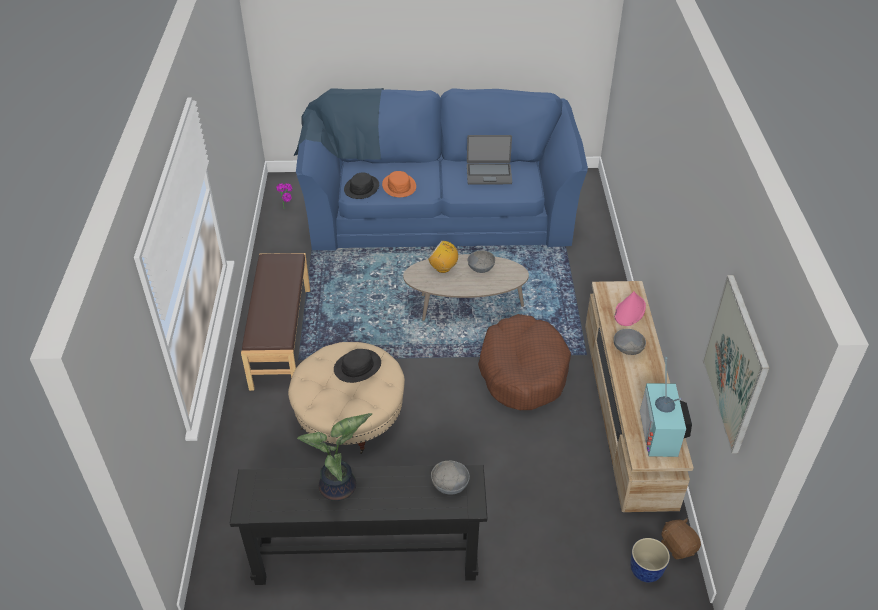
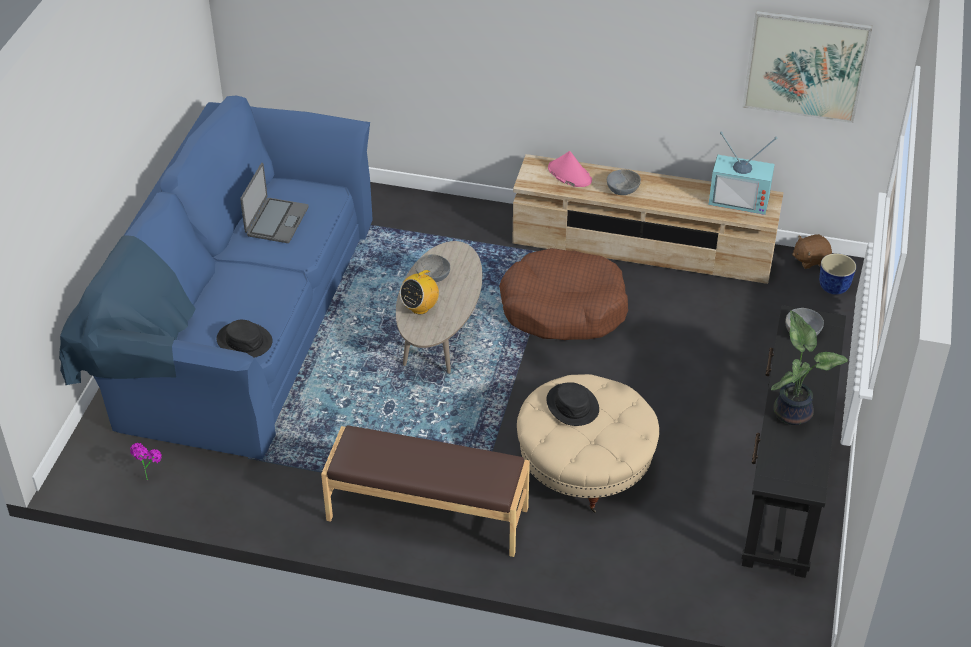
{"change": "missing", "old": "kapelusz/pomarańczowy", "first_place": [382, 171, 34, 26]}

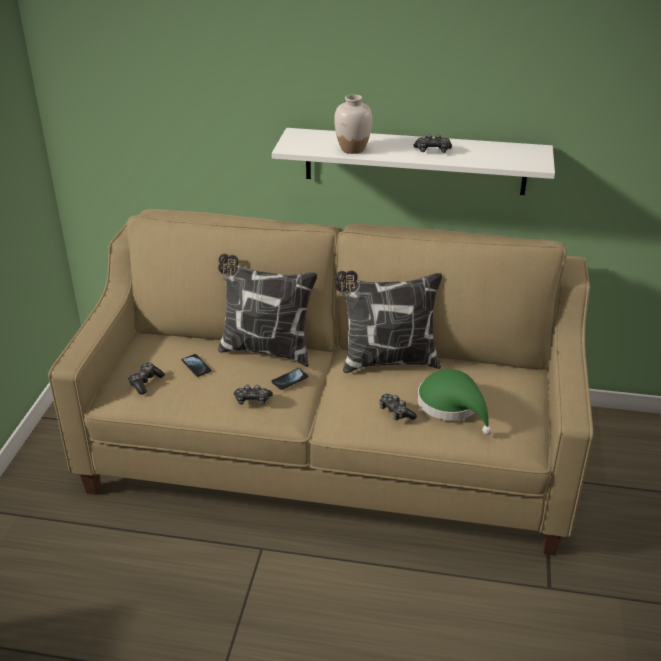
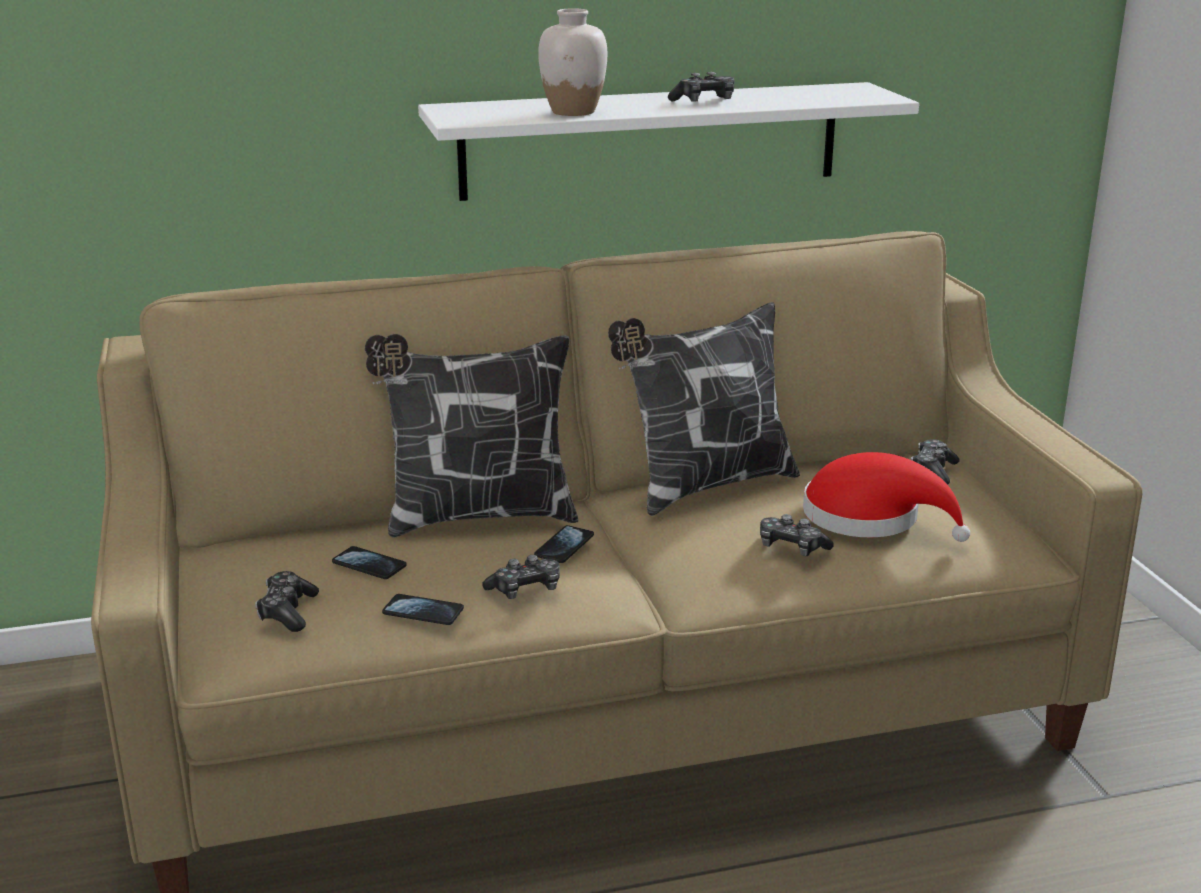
{"change": "colour", "old": "kapelusz/zielony", "new": "kapelusz/czerwony", "first_place": [417, 369, 75, 66], "second_place": [803, 452, 167, 90]}
{"change": "appeared", "new": "telefon", "second_place": [382, 594, 82, 31]}
{"change": "appeared", "new": "pad do gier", "second_place": [911, 439, 49, 46]}

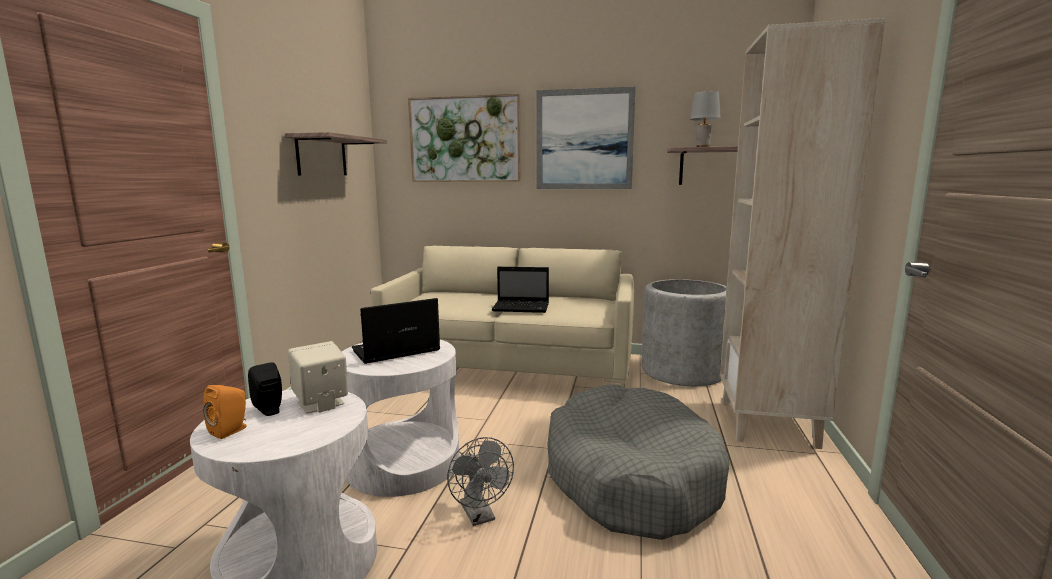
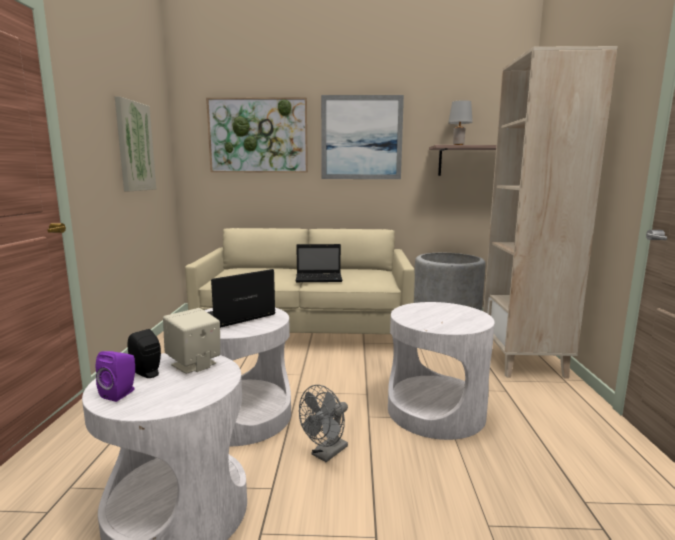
{"change": "colour", "old": "głośnik/pomarańczowy", "new": "głośnik/fioletowy", "first_place": [203, 385, 43, 54], "second_place": [96, 351, 39, 51]}
{"change": "exchanged", "old": "półka", "new": "obraz", "first_place": [285, 132, 102, 44], "second_place": [115, 96, 41, 96]}
{"change": "spun", "old": "wentylator/szary", "first_place": [447, 437, 67, 89], "second_place": [299, 385, 49, 77], "degrees": 75}
{"change": "exchanged", "old": "legowisko/szary", "new": "stolik/biały", "first_place": [547, 384, 183, 156], "second_place": [388, 302, 107, 138]}

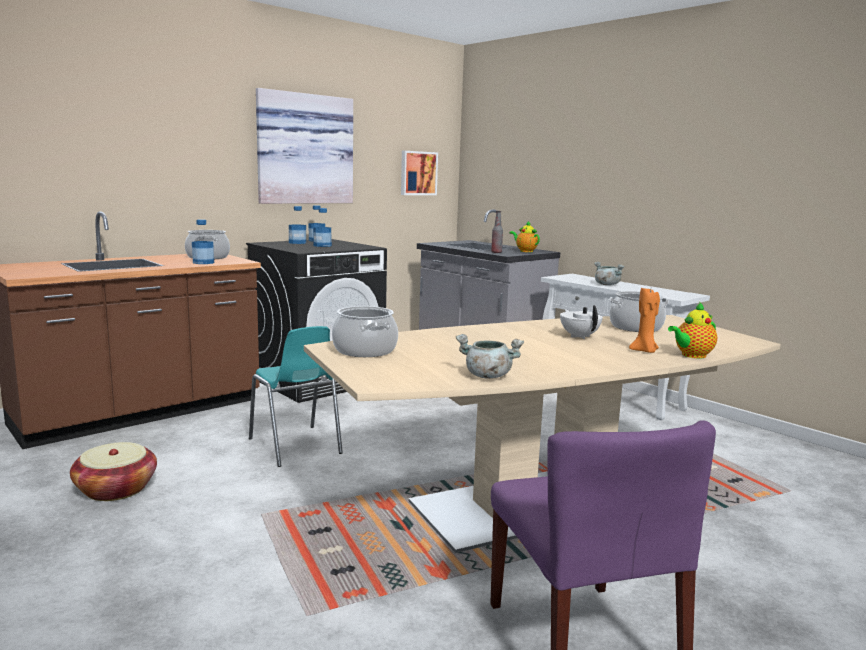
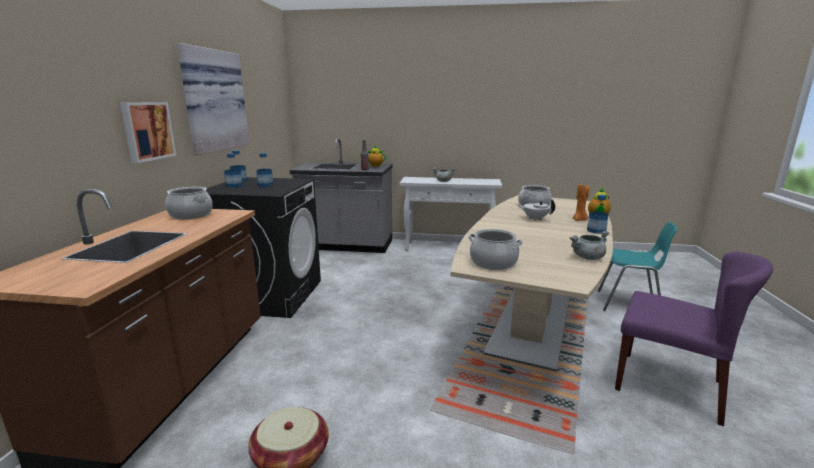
{"change": "relocated", "old": "butelka", "first_place": [192, 219, 22, 45], "second_place": [587, 194, 21, 40]}
{"change": "relocated", "old": "krzesło/turkusowy", "first_place": [249, 326, 94, 141], "second_place": [598, 222, 80, 89]}
{"change": "relocated", "old": "obraz", "first_place": [401, 151, 37, 44], "second_place": [120, 102, 56, 61]}

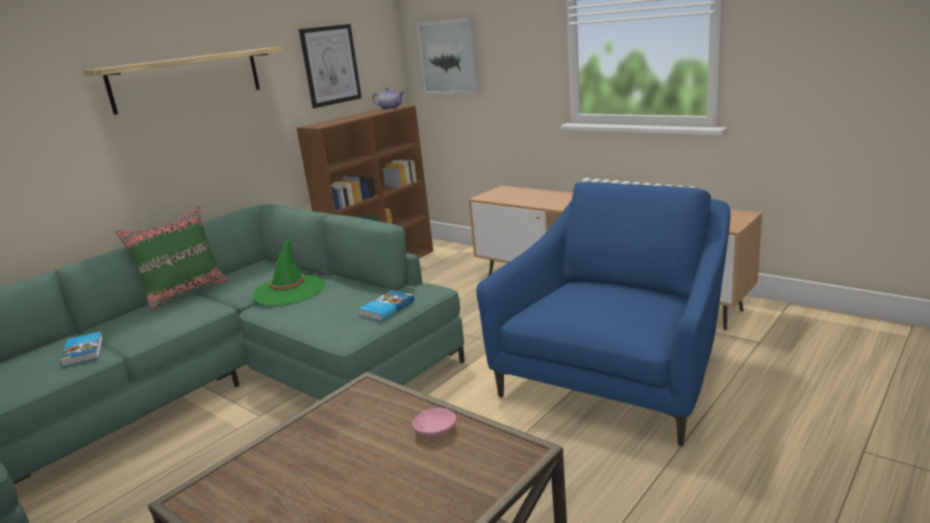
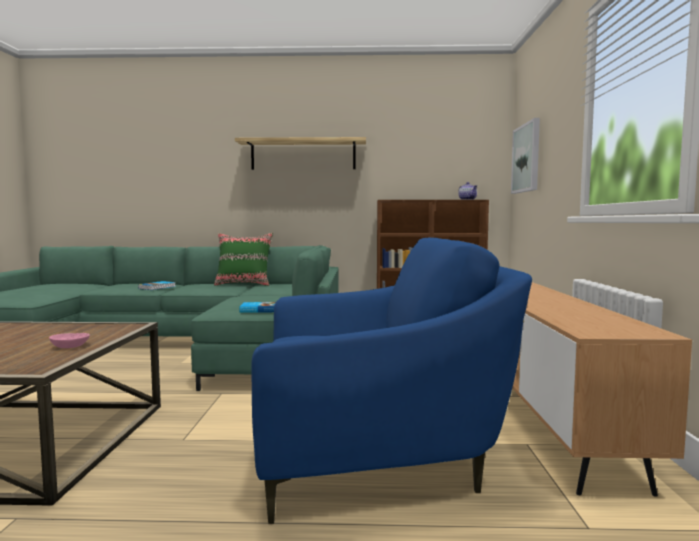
{"change": "missing", "old": "kapelusz/zielony", "first_place": [253, 239, 72, 67]}
{"change": "missing", "old": "obraz", "first_place": [299, 24, 63, 84]}

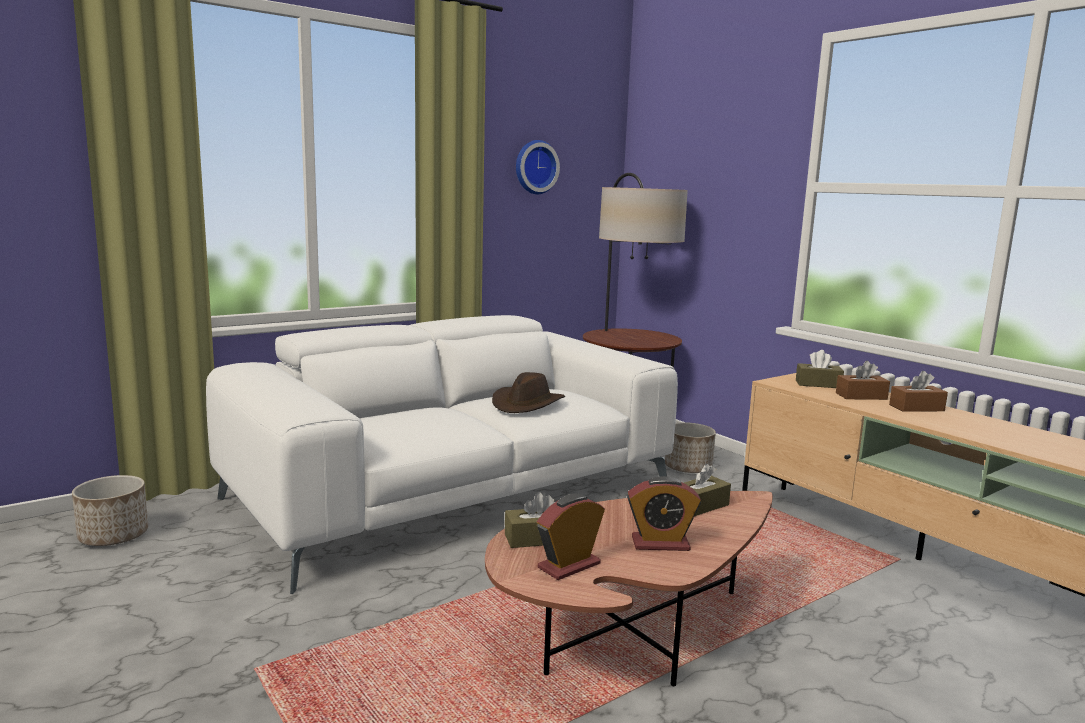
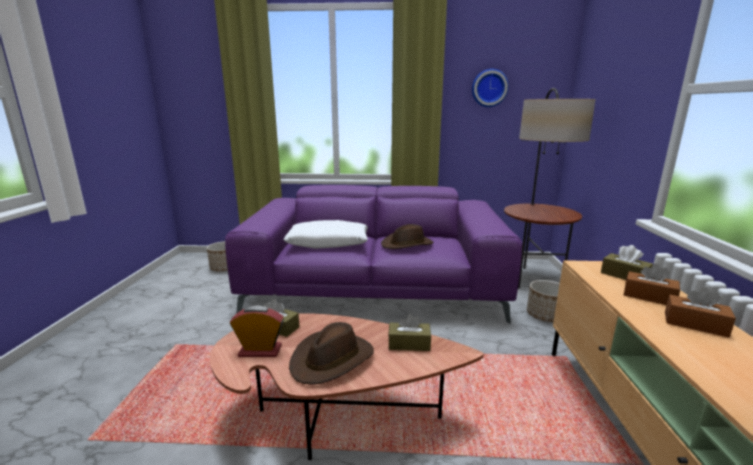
{"change": "colour", "old": "kanapa/biały", "new": "kanapa/fioletowy", "first_place": [206, 315, 472, 279], "second_place": [225, 185, 297, 138]}
{"change": "exchanged", "old": "budzik", "new": "kapelusz/brązowy", "first_place": [627, 476, 74, 75], "second_place": [289, 322, 85, 63]}
{"change": "appeared", "new": "poduszka/biały", "second_place": [283, 220, 85, 29]}

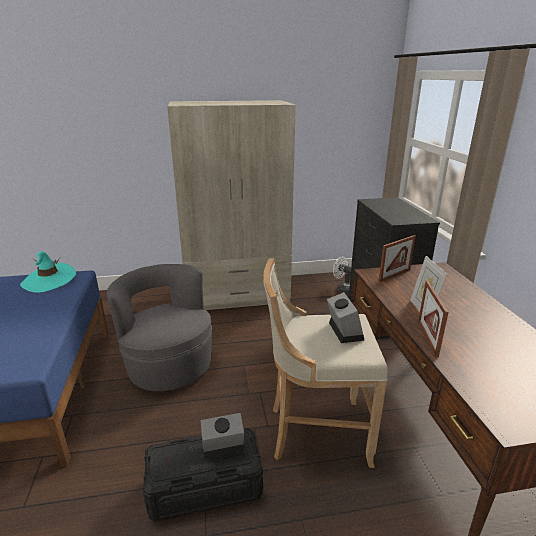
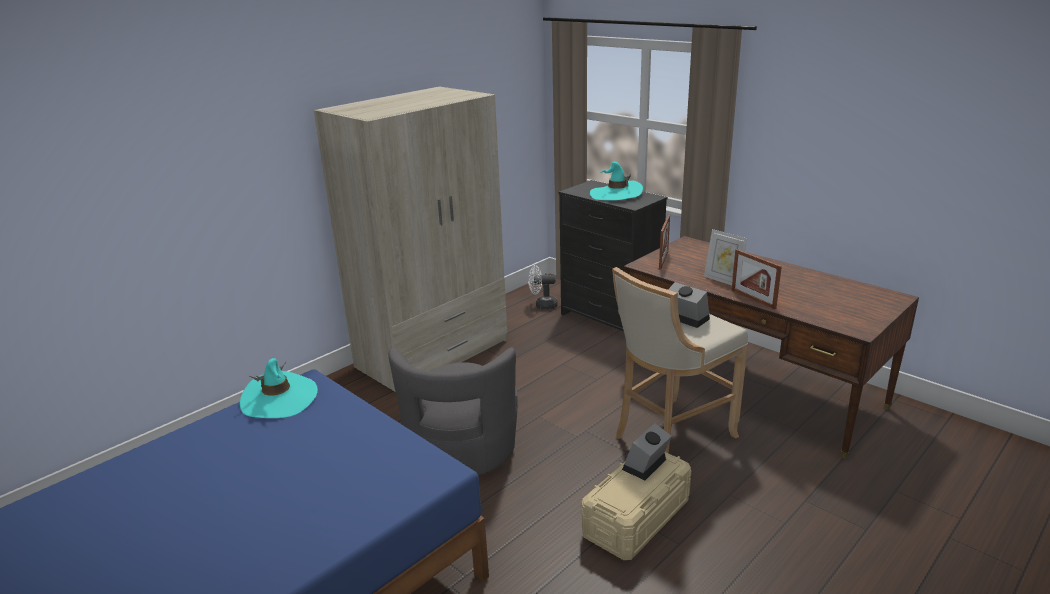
{"change": "spun", "old": "fotel/szary", "first_place": [106, 264, 106, 127], "second_place": [389, 347, 129, 129], "degrees": -105}
{"change": "colour", "old": "pojemnik do przechowywania/czarny", "new": "pojemnik do przechowywania/beżowy", "first_place": [143, 428, 120, 94], "second_place": [582, 452, 109, 108]}
{"change": "appeared", "new": "kapelusz/turkusowy", "second_place": [590, 162, 53, 39]}

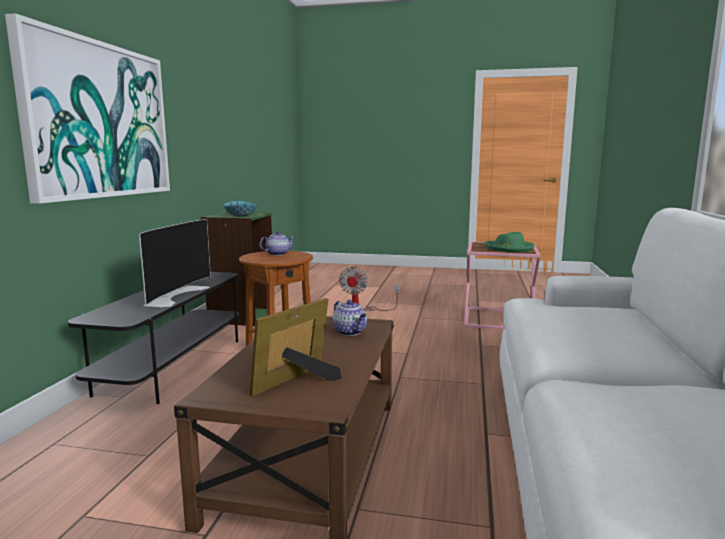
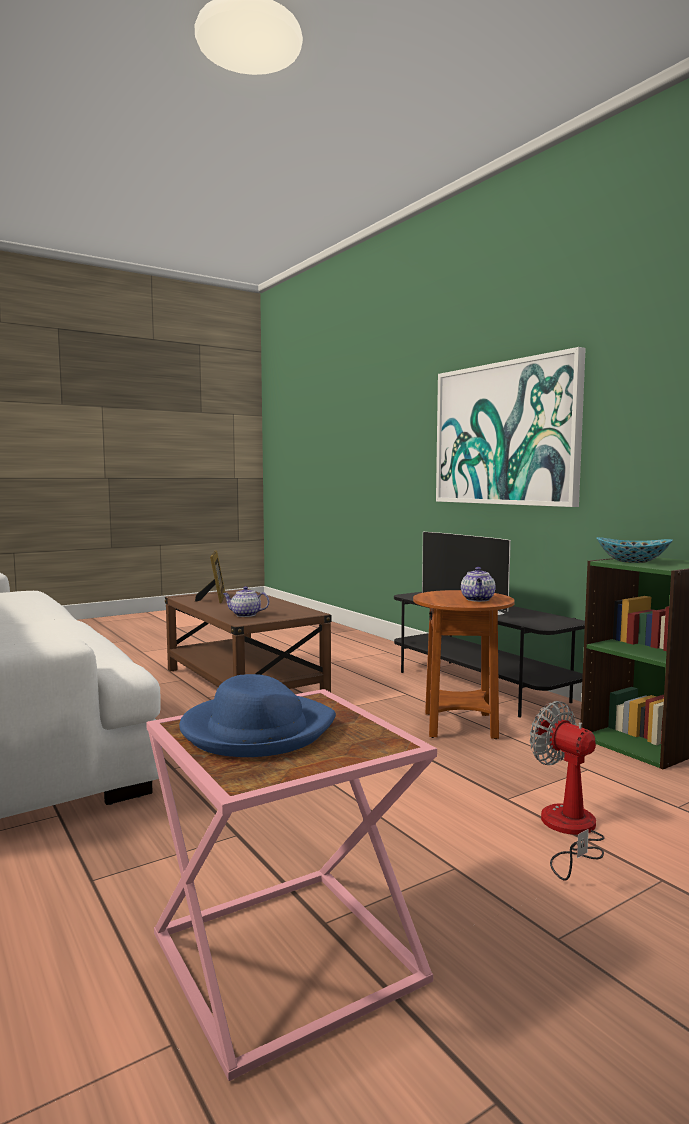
{"change": "colour", "old": "kapelusz/zielony", "new": "kapelusz/niebieski", "first_place": [485, 232, 50, 20], "second_place": [179, 674, 157, 83]}

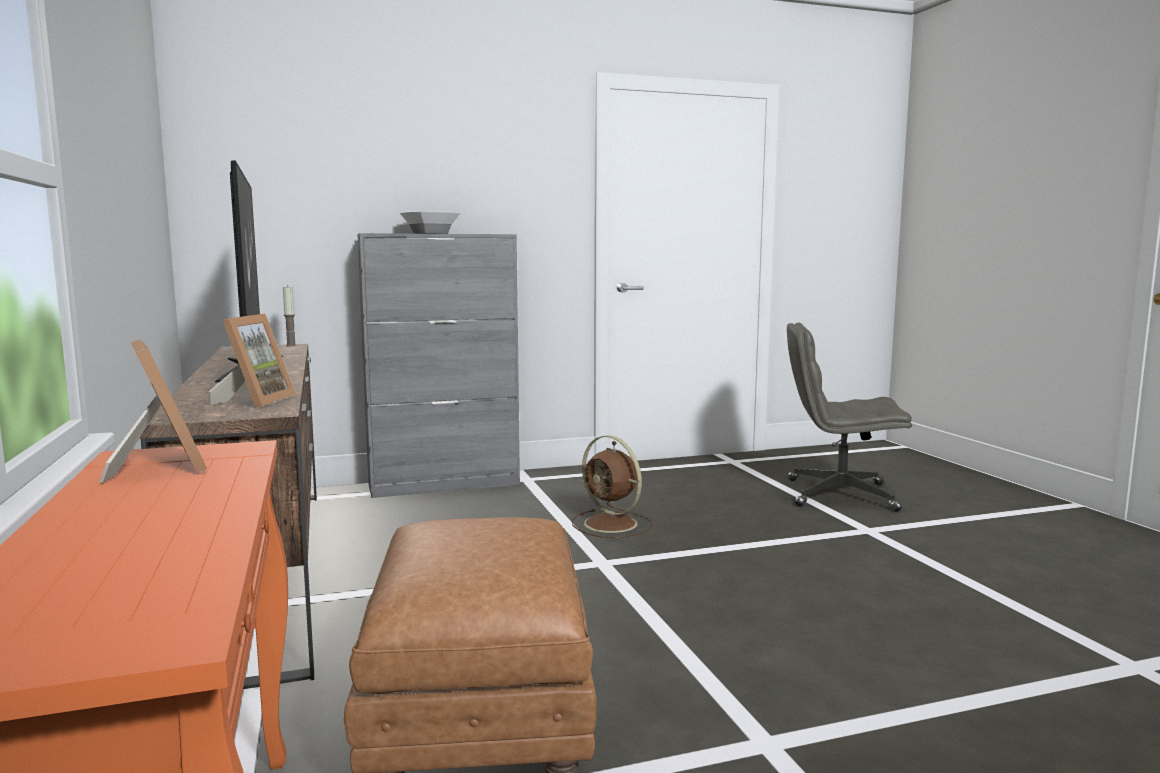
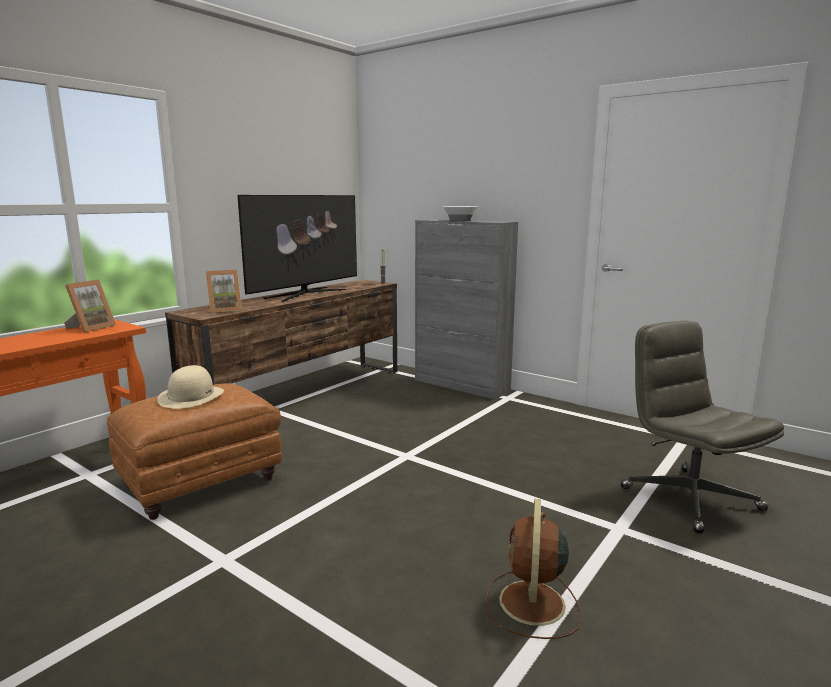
{"change": "relocated", "old": "wentylator/brązowy", "first_place": [572, 435, 81, 103], "second_place": [486, 499, 96, 140]}
{"change": "appeared", "new": "kapelusz/beżowy", "second_place": [157, 365, 67, 44]}

